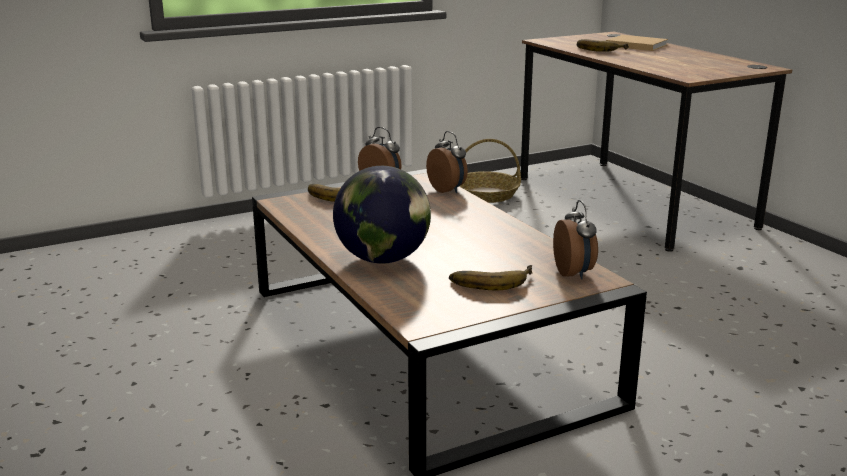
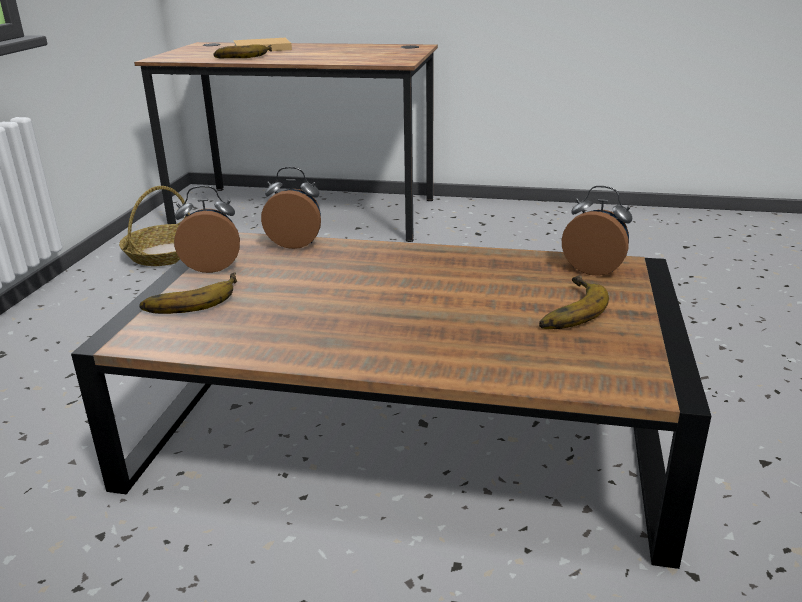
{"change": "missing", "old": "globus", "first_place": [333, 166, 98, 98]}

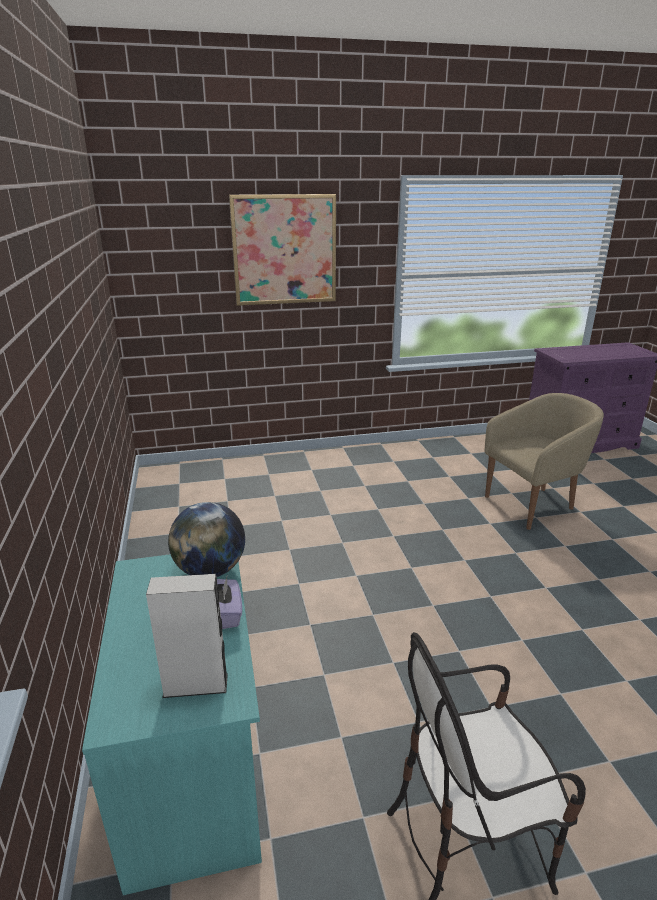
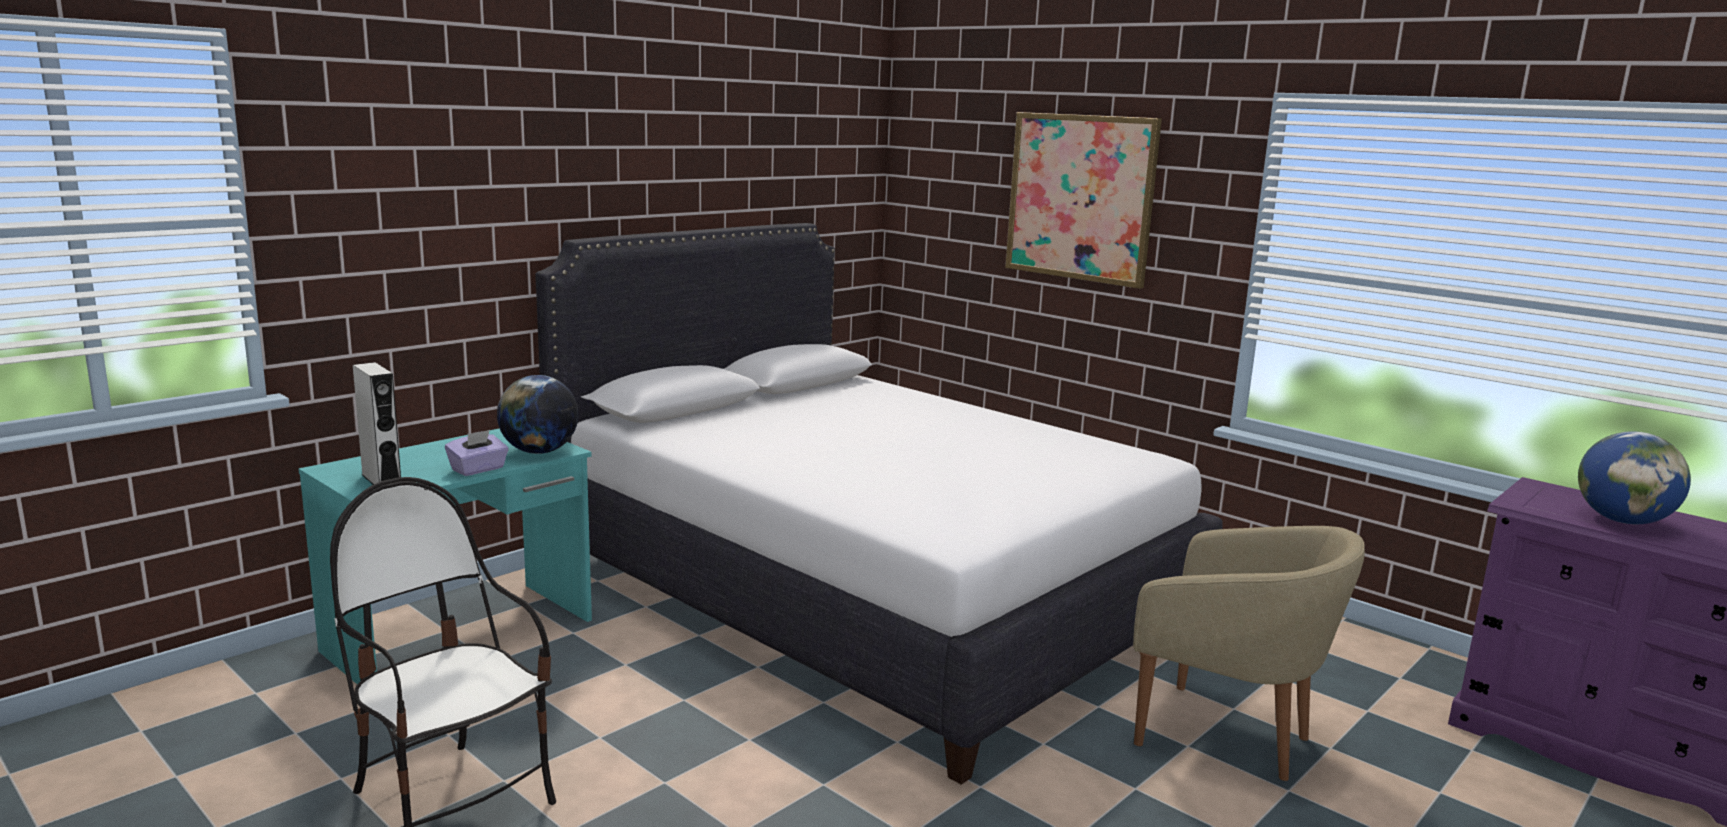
{"change": "appeared", "new": "łóżko/biały", "second_place": [535, 223, 688, 561]}
{"change": "appeared", "new": "globus", "second_place": [1578, 431, 113, 93]}

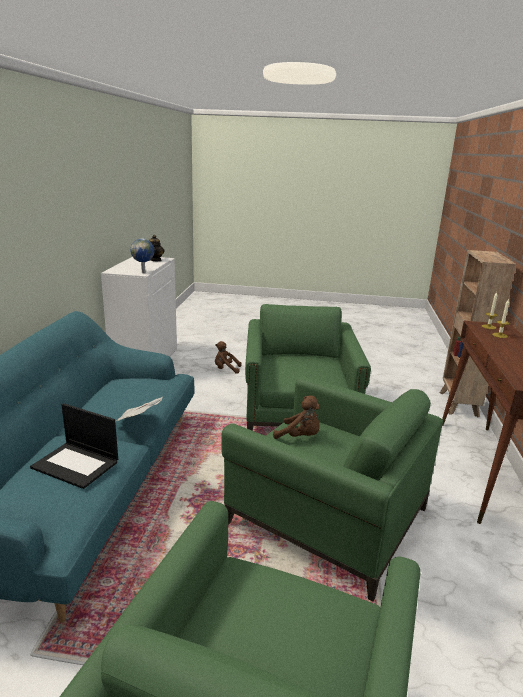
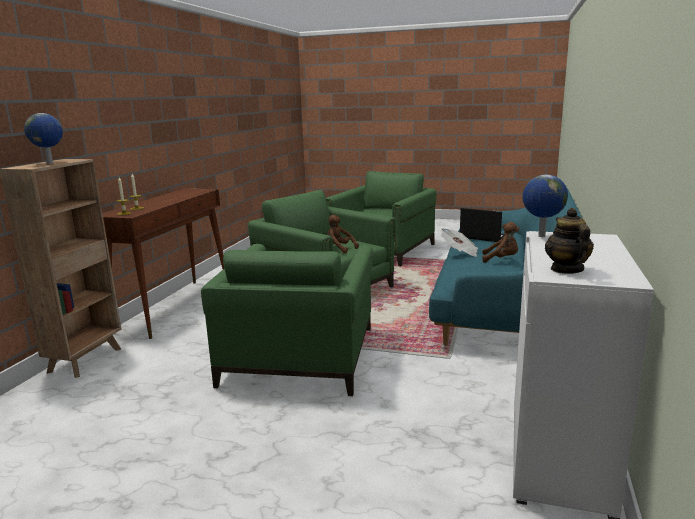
{"change": "relocated", "old": "pluszak/brązowy", "first_place": [215, 341, 27, 33], "second_place": [482, 222, 37, 41]}
{"change": "appeared", "new": "globus", "second_place": [24, 113, 39, 51]}

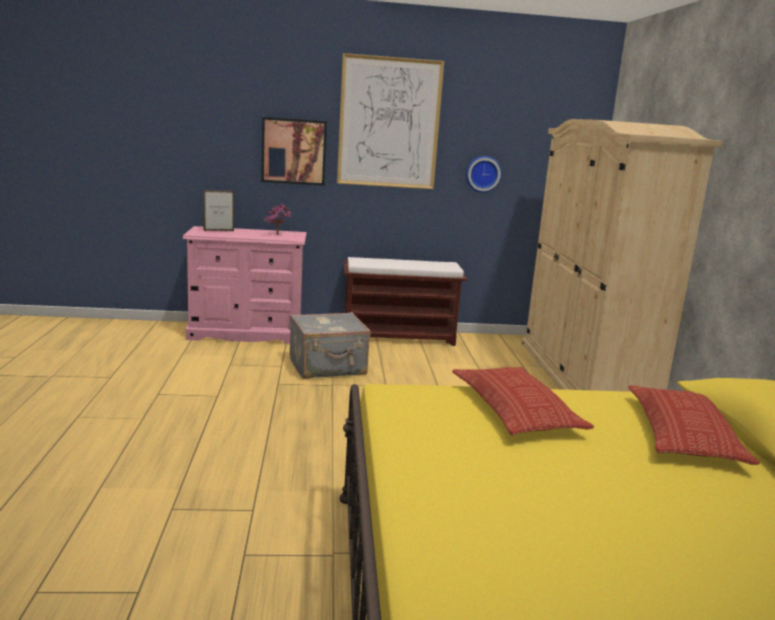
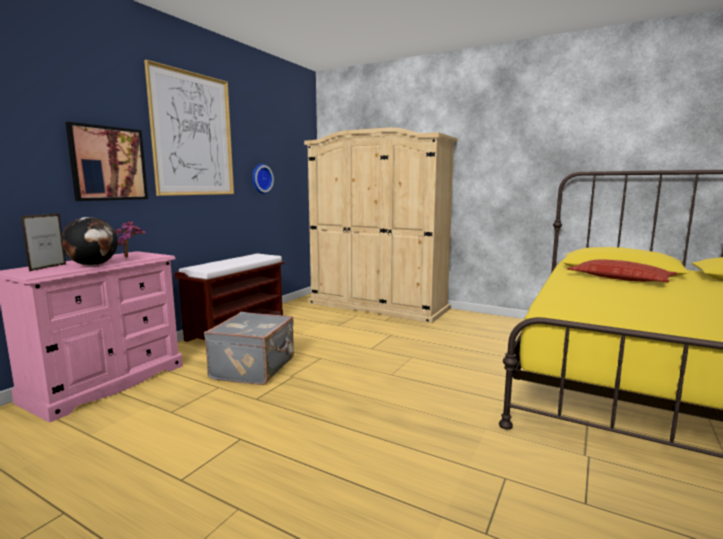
{"change": "missing", "old": "poduszka", "first_place": [452, 367, 142, 68]}
{"change": "appeared", "new": "globus", "second_place": [61, 217, 57, 49]}

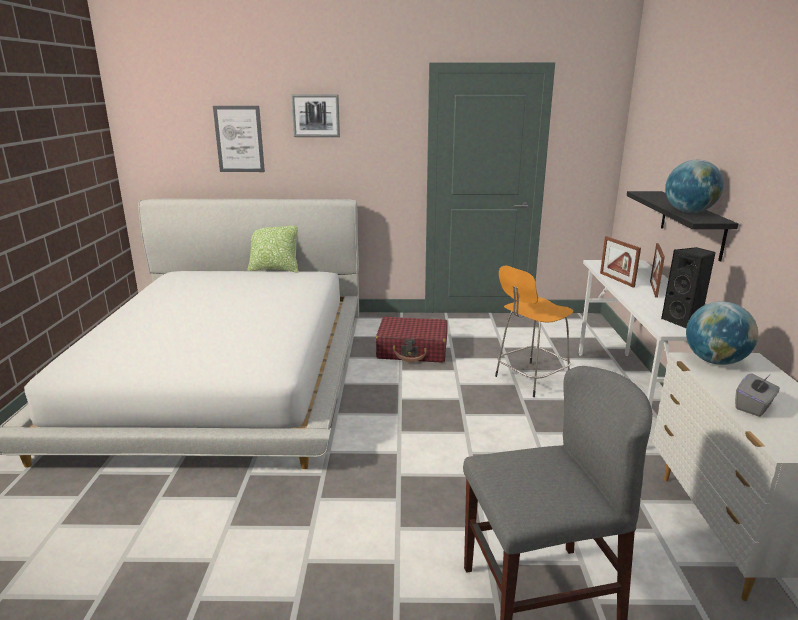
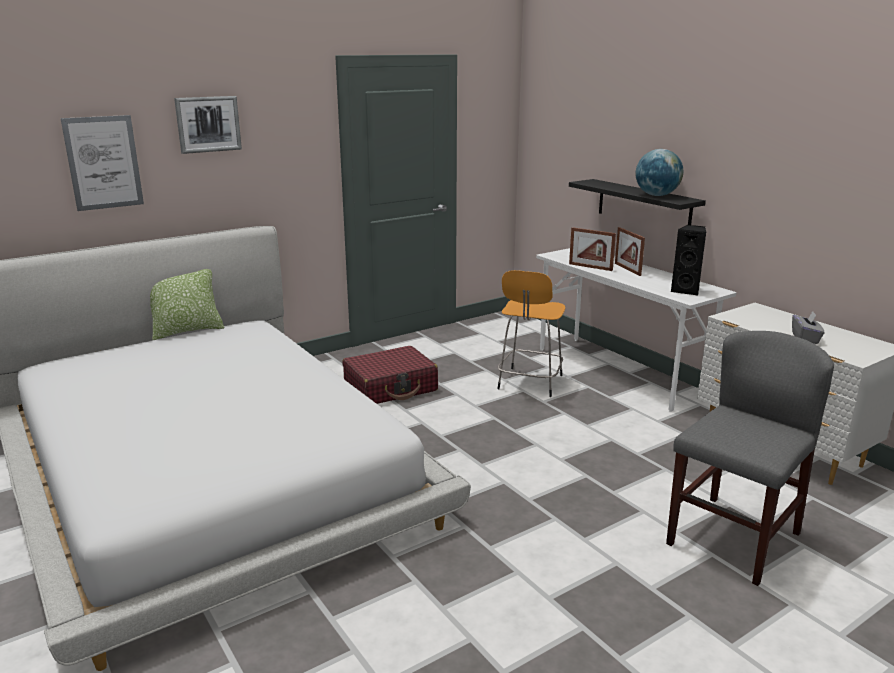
{"change": "missing", "old": "globus", "first_place": [686, 301, 72, 64]}

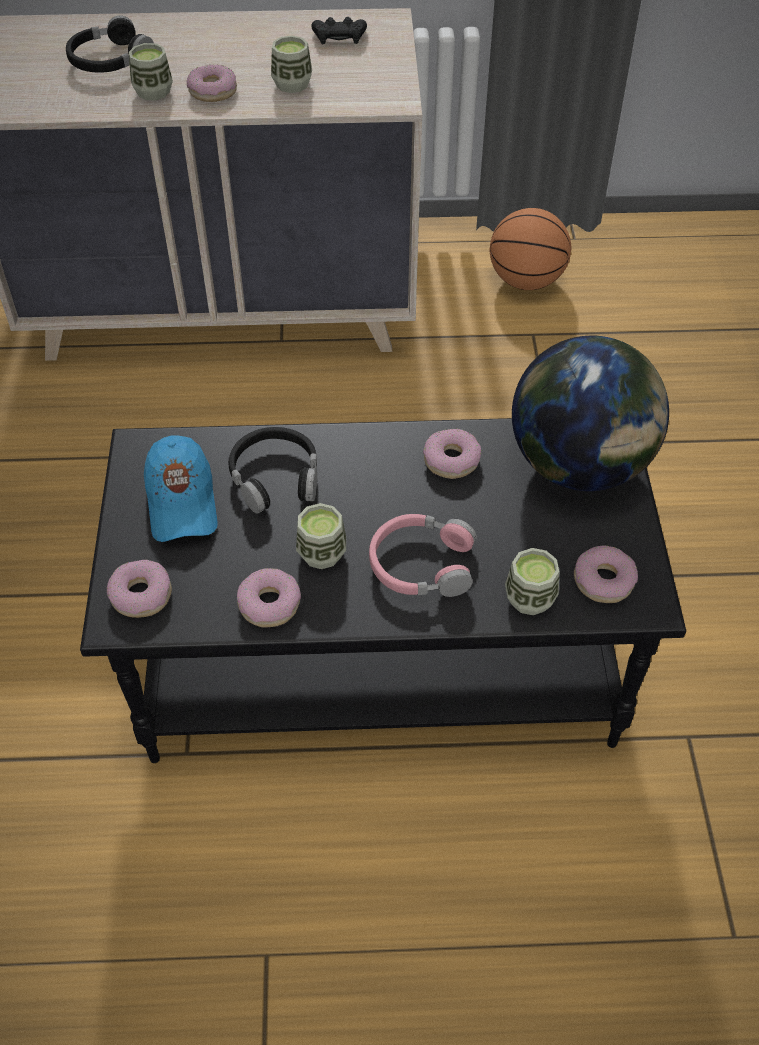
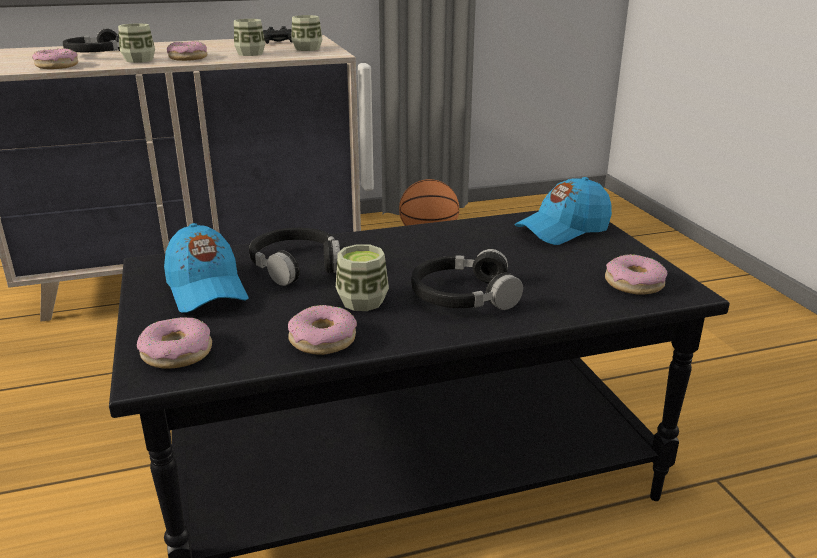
{"change": "colour", "old": "słuchawki/różowy", "new": "słuchawki/czarny", "first_place": [369, 514, 108, 83], "second_place": [411, 249, 112, 61]}
{"change": "relocated", "old": "donut", "first_place": [423, 429, 58, 50], "second_place": [32, 48, 46, 21]}
{"change": "relocated", "old": "filiżanka", "first_place": [505, 548, 54, 67], "second_place": [291, 15, 32, 36]}
{"change": "exchanged", "old": "globus", "new": "czapka z daszkiem/niebieski", "first_place": [512, 336, 157, 155], "second_place": [515, 177, 97, 68]}

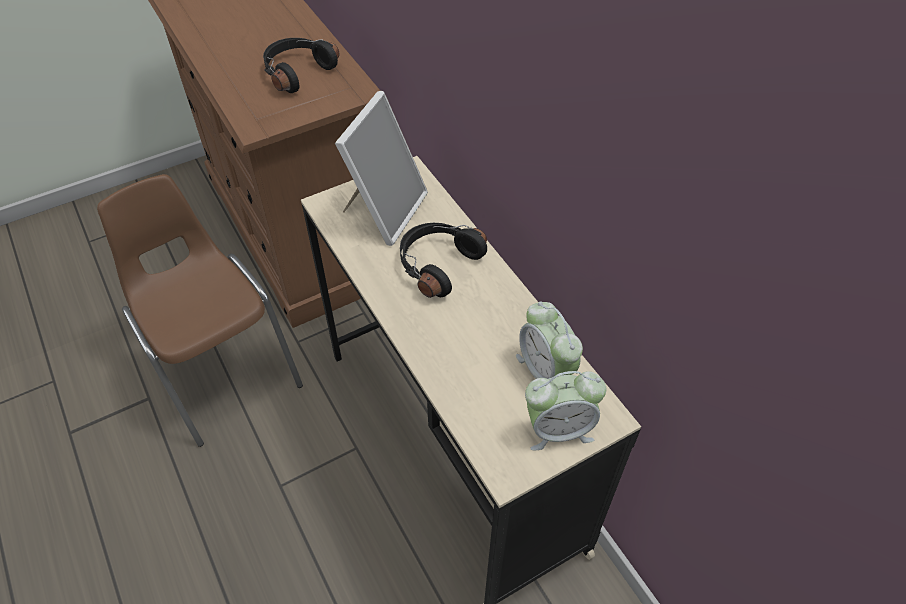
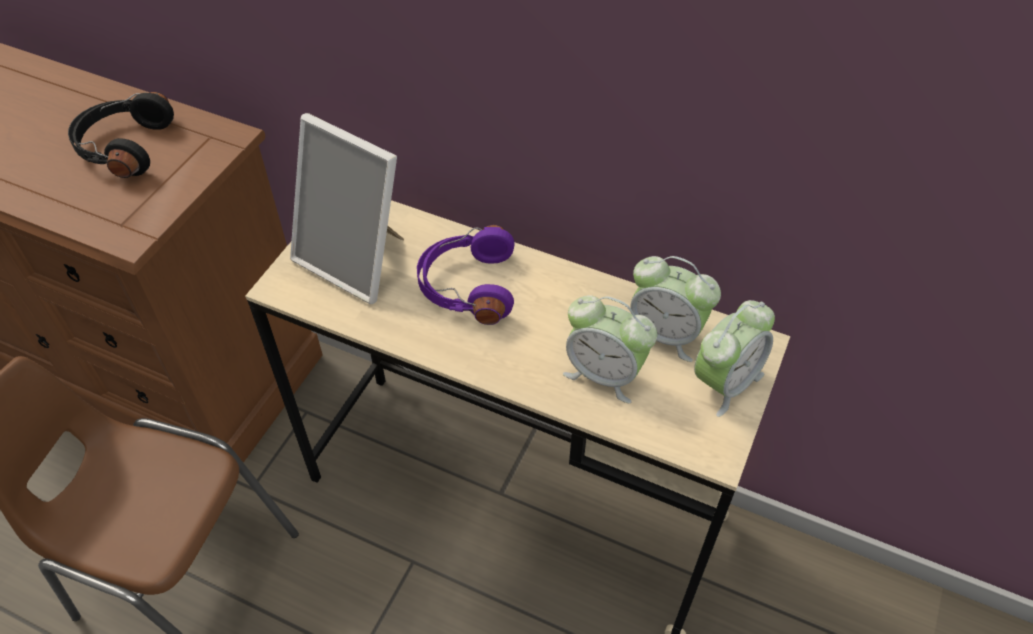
{"change": "spun", "old": "ramka na zdjęcie", "first_place": [335, 91, 93, 155], "second_place": [290, 113, 114, 191], "degrees": 135}
{"change": "colour", "old": "słuchawki/czarny", "new": "słuchawki/fioletowy", "first_place": [400, 223, 87, 75], "second_place": [417, 225, 97, 100]}
{"change": "appeared", "new": "budzik", "second_place": [563, 295, 94, 108]}

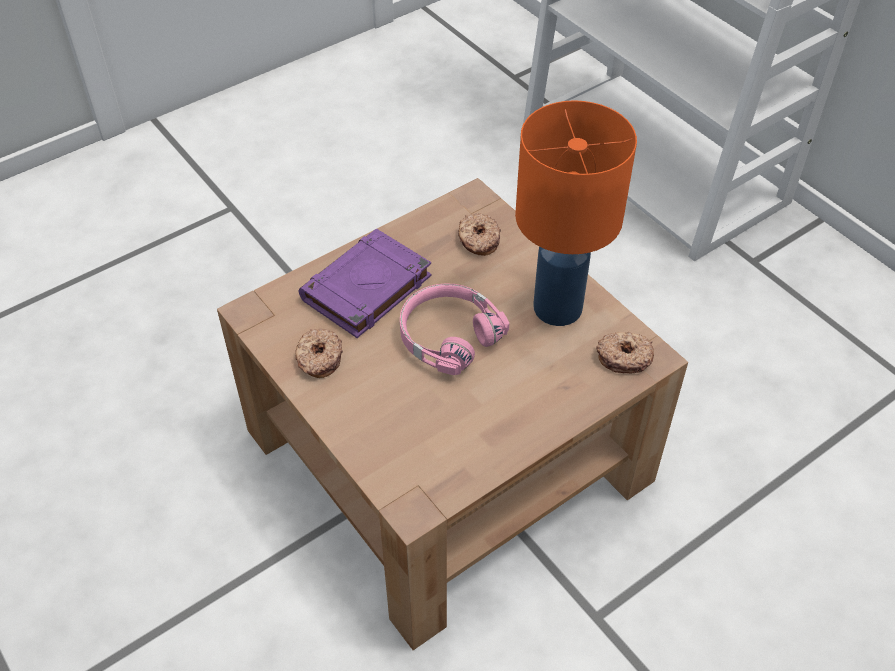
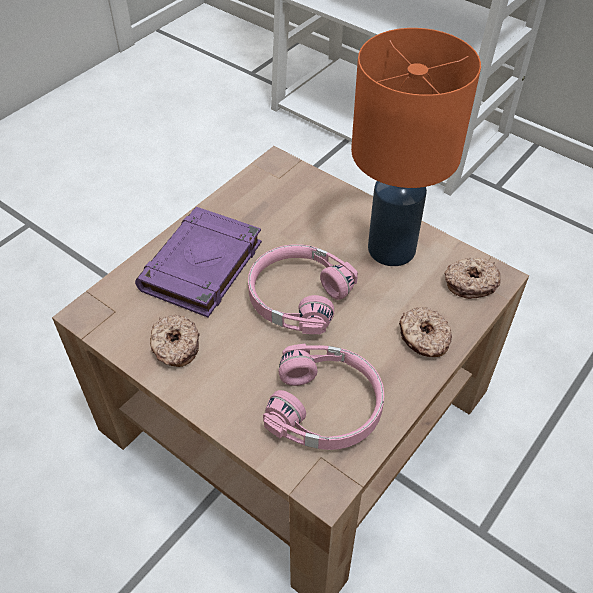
{"change": "relocated", "old": "donut", "first_place": [458, 214, 43, 42], "second_place": [399, 307, 53, 50]}
{"change": "appeared", "new": "słuchawki/różowy", "second_place": [263, 344, 121, 106]}

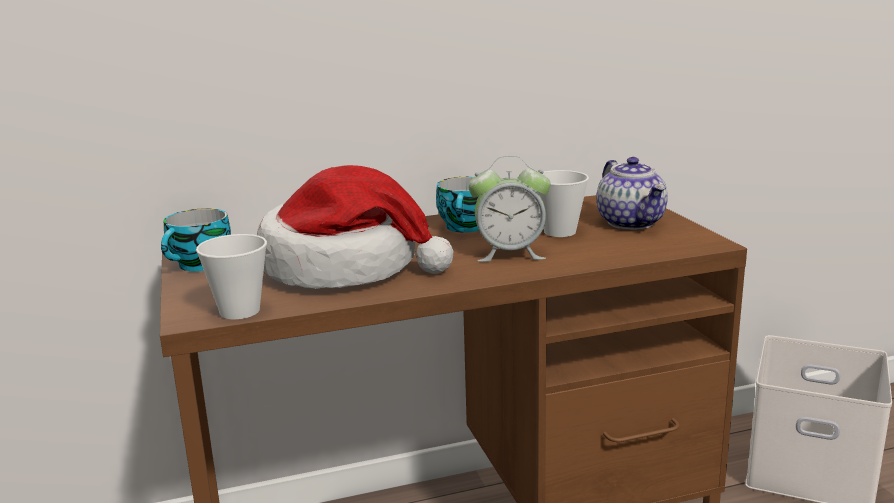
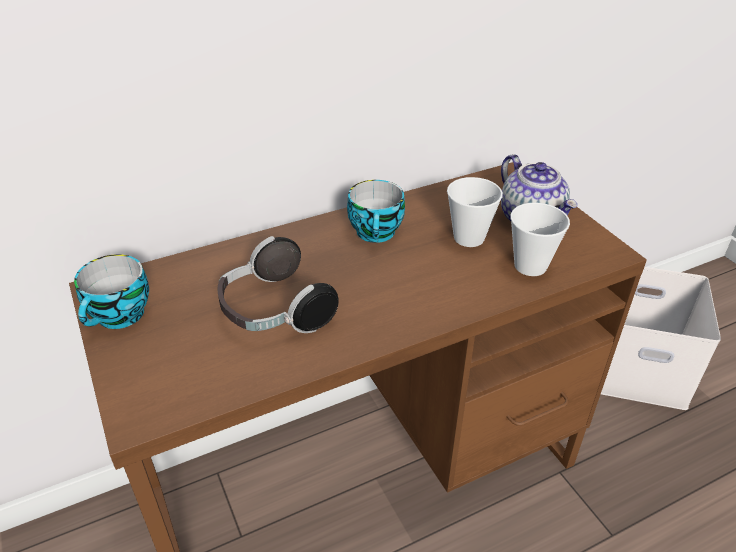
{"change": "relocated", "old": "filiżanka", "first_place": [196, 234, 71, 85], "second_place": [510, 203, 60, 73]}
{"change": "exchanged", "old": "kapelusz", "new": "słuchawki", "first_place": [257, 165, 196, 124], "second_place": [218, 236, 121, 97]}
{"change": "missing", "old": "budzik", "first_place": [468, 156, 82, 106]}

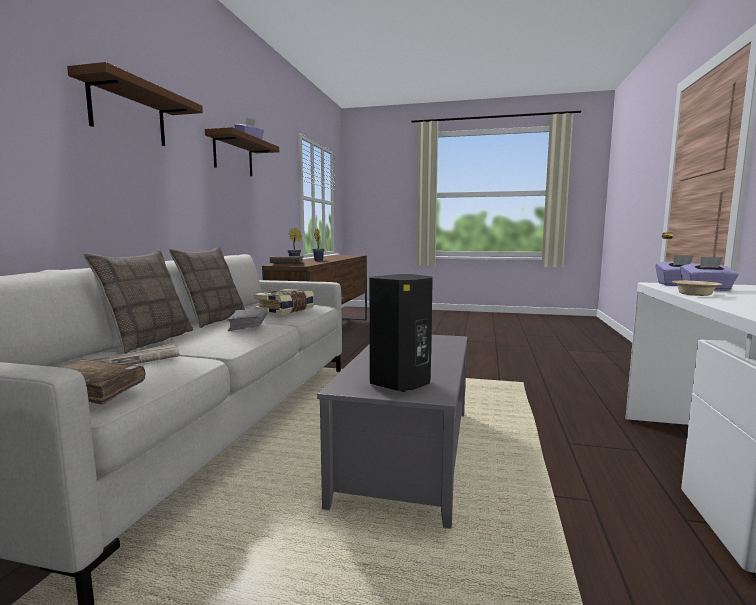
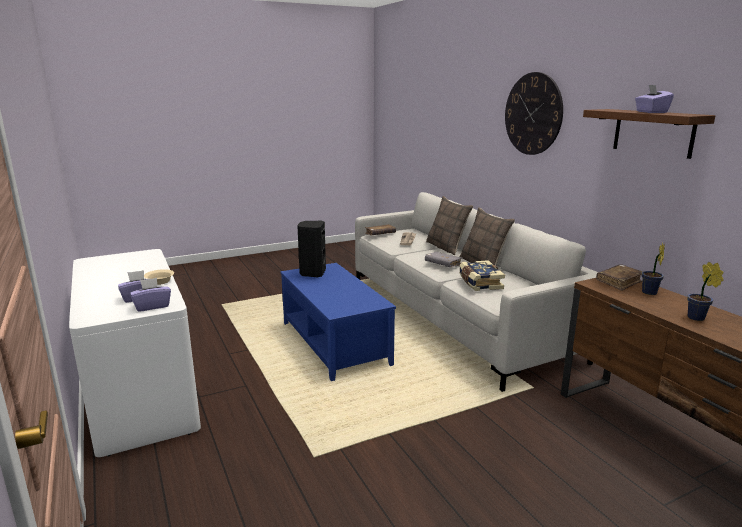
{"change": "exchanged", "old": "półka/brązowy", "new": "zegar ścienny", "first_place": [67, 62, 136, 84], "second_place": [505, 72, 58, 83]}
{"change": "colour", "old": "ława/szary", "new": "ława/niebieski", "first_place": [317, 335, 150, 194], "second_place": [280, 263, 116, 118]}

